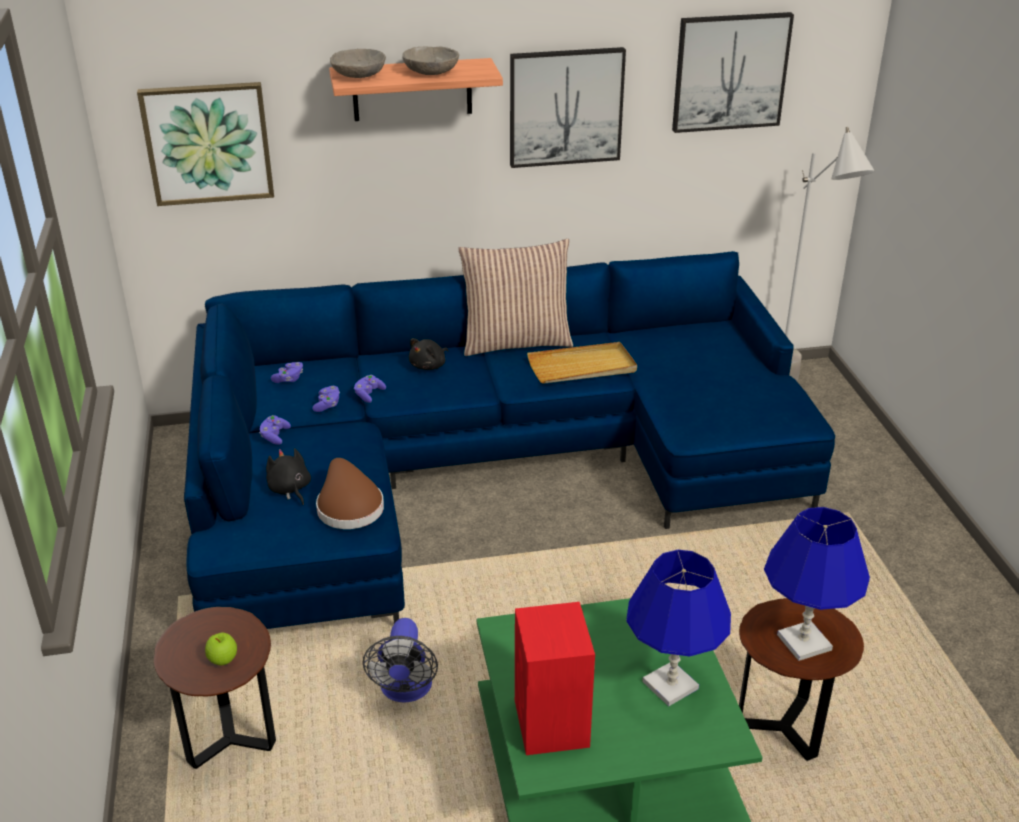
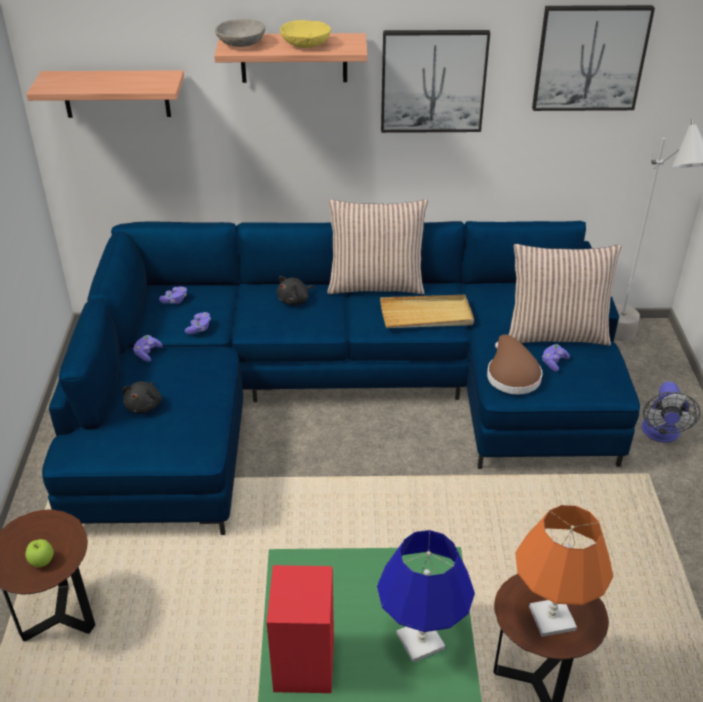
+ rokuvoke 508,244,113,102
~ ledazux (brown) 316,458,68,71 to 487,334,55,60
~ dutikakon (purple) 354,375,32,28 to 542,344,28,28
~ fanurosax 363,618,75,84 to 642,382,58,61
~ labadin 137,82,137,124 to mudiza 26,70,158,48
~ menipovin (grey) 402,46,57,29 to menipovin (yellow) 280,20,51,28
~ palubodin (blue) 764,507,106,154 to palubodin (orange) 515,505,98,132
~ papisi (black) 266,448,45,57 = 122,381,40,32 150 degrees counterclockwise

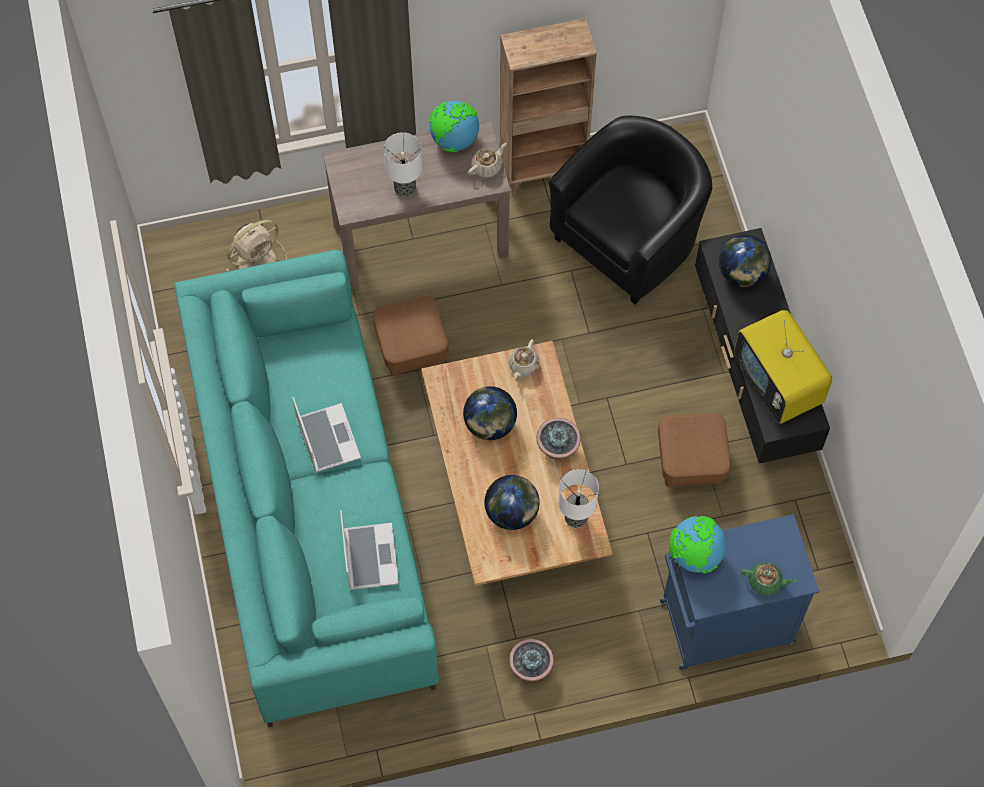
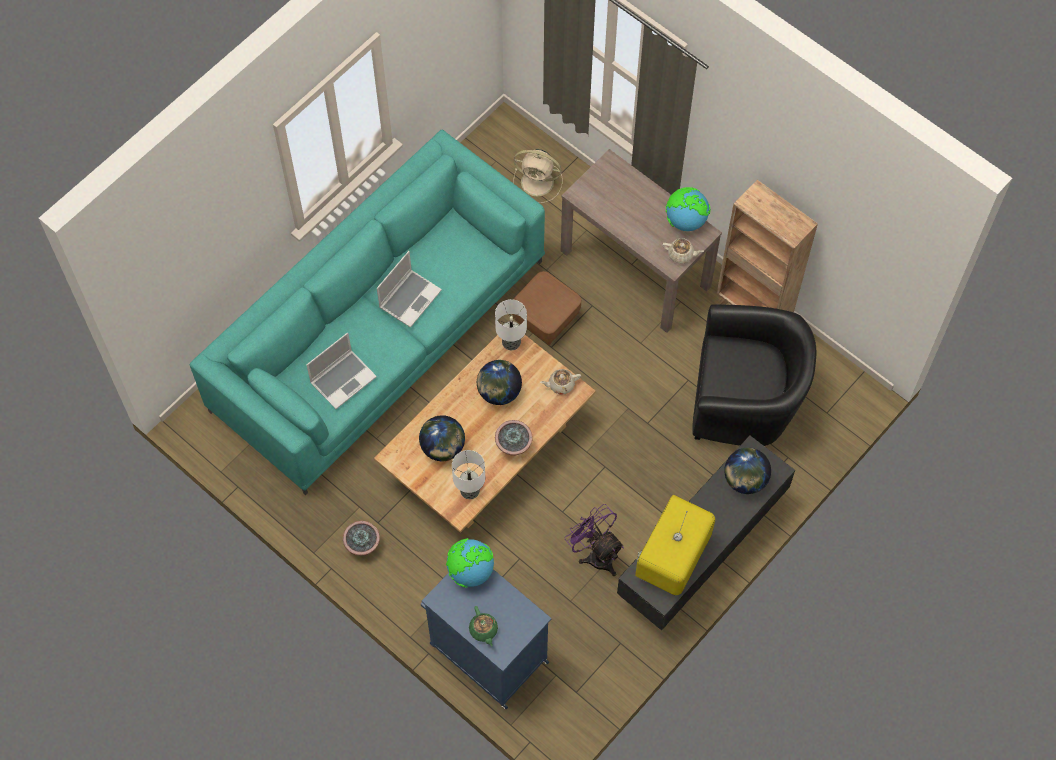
~ palubodin 383,132,39,65 to 495,299,32,51
~ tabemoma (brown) 658,413,73,74 to fanurosax (purple) 565,504,59,72

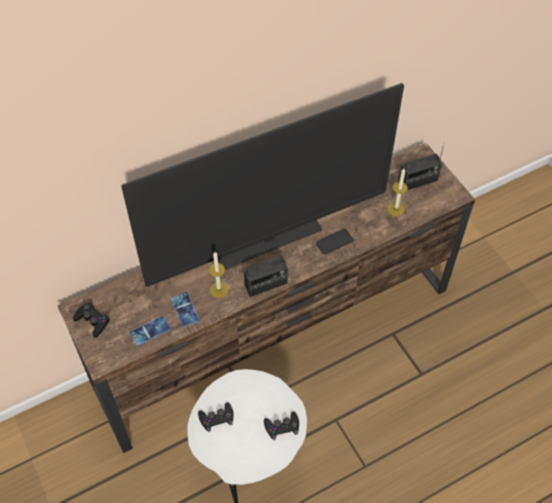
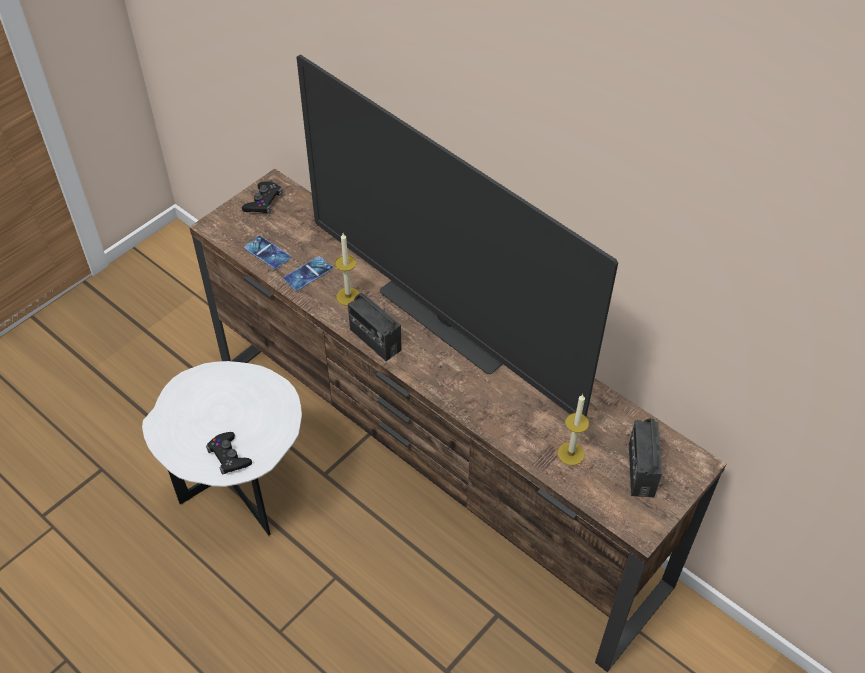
- dutikakon (black) 198,402,36,30
- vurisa 316,229,37,26
~ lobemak 398,142,47,48 = 629,418,33,79 45 degrees clockwise

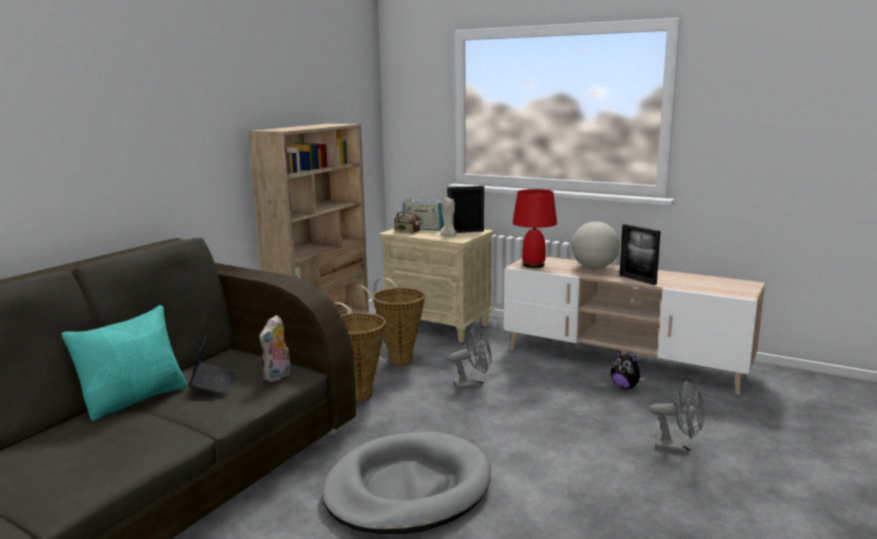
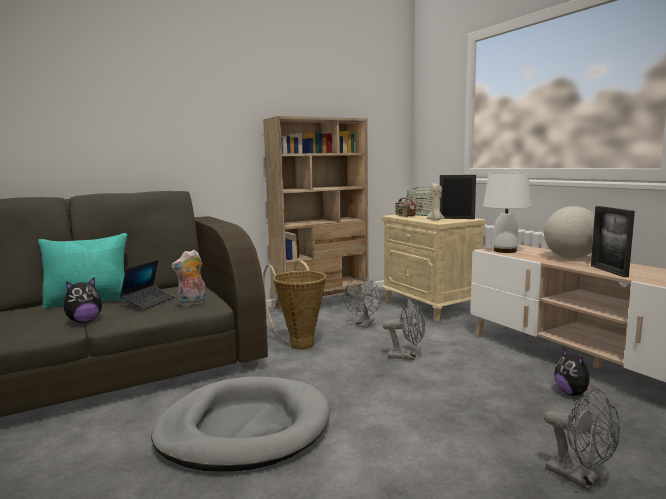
+ papisi 64,277,38,46
~ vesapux 350,278,75,88 to fanurosax (grey) 344,278,37,50
~ palubodin (red) 512,189,45,79 to palubodin (white) 483,173,49,80

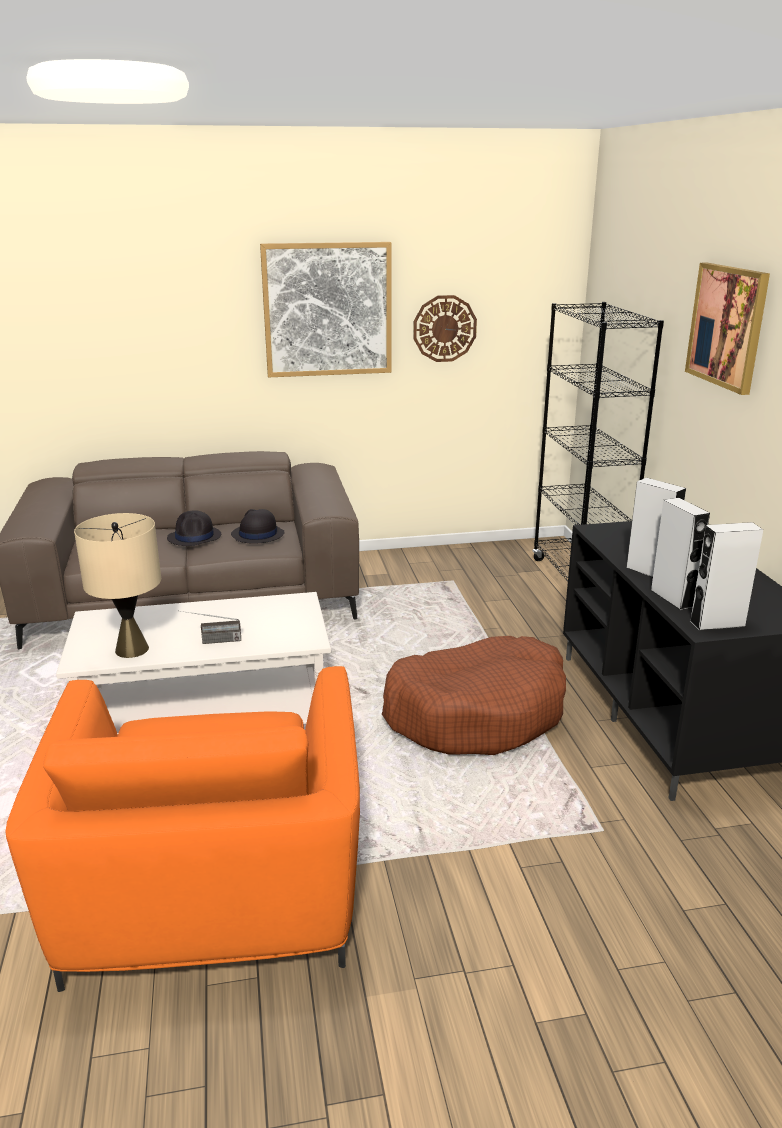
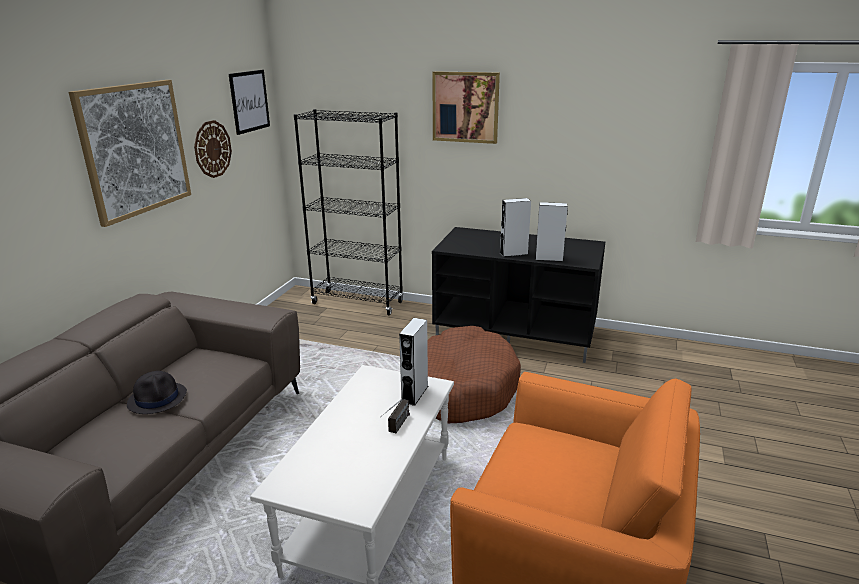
- palubodin (beige) 74,513,87,145
- ledazux (black) 231,509,53,35
+ labadin 229,70,41,65
~ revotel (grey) 689,522,74,109 to 399,318,29,88

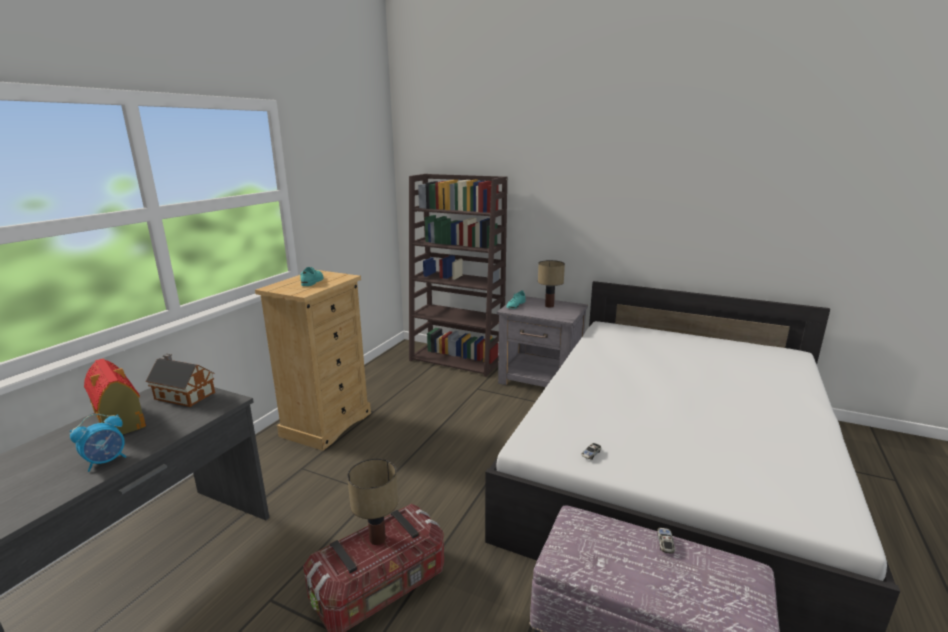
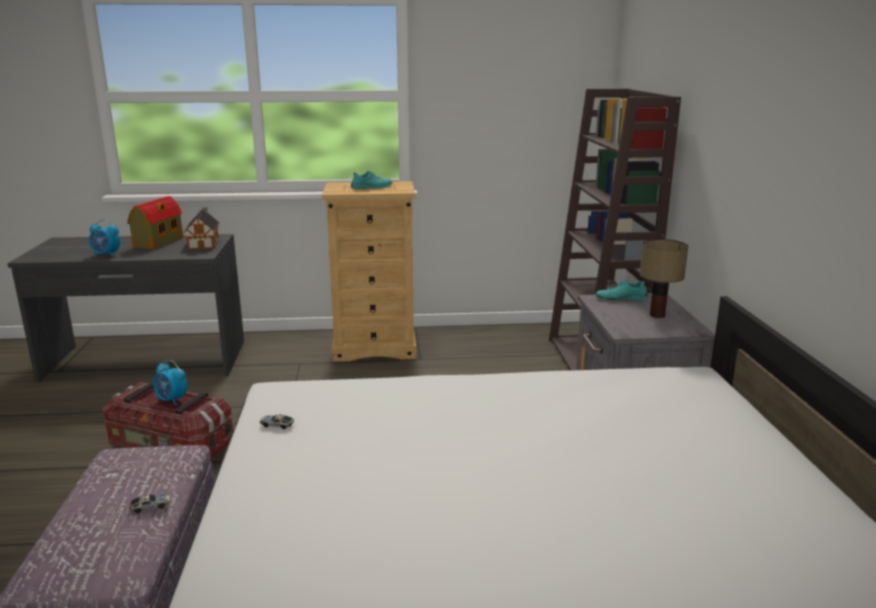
~ palubodin 347,458,51,87 to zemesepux 153,360,34,45

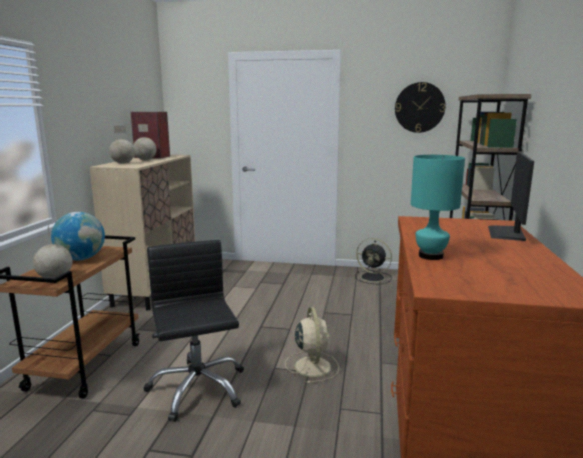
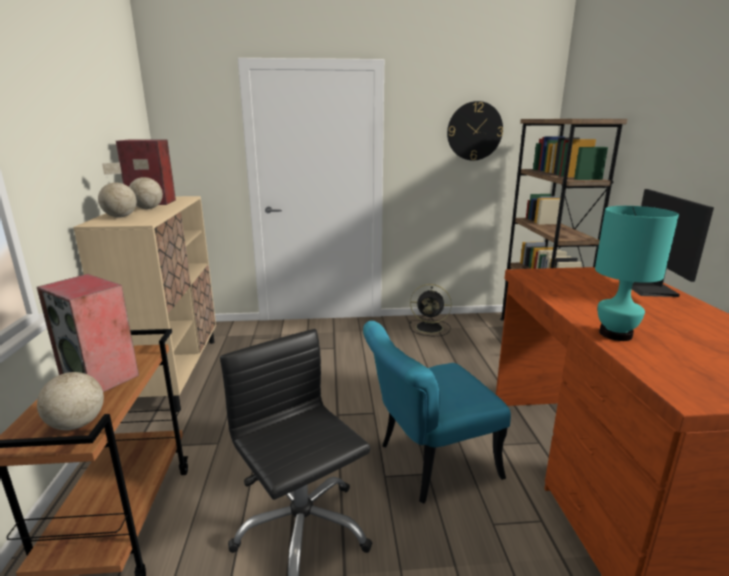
~ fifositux 51,212,54,48 to revotel 37,274,102,118
~ fanurosax (beige) 285,307,54,77 to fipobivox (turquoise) 363,321,148,182

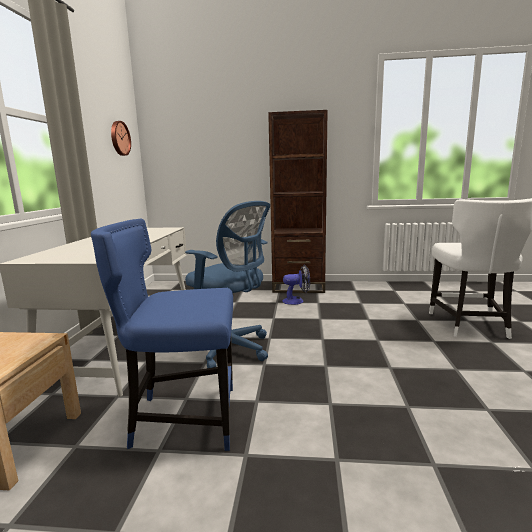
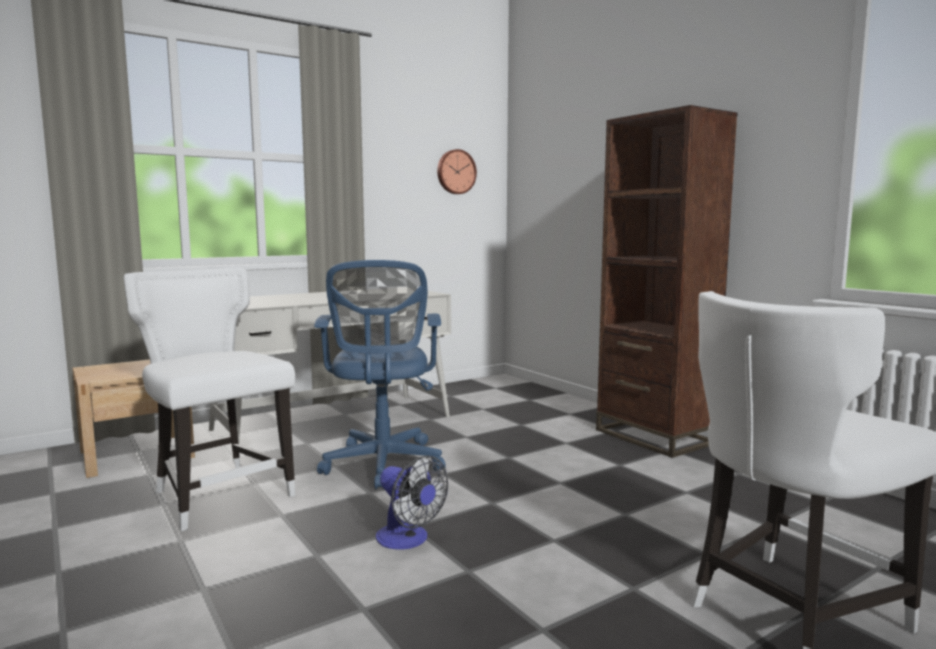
~ fanurosax 282,265,28,40 to 376,456,72,93
~ fipobivox (blue) 91,219,142,232 to fipobivox (white) 124,268,172,263

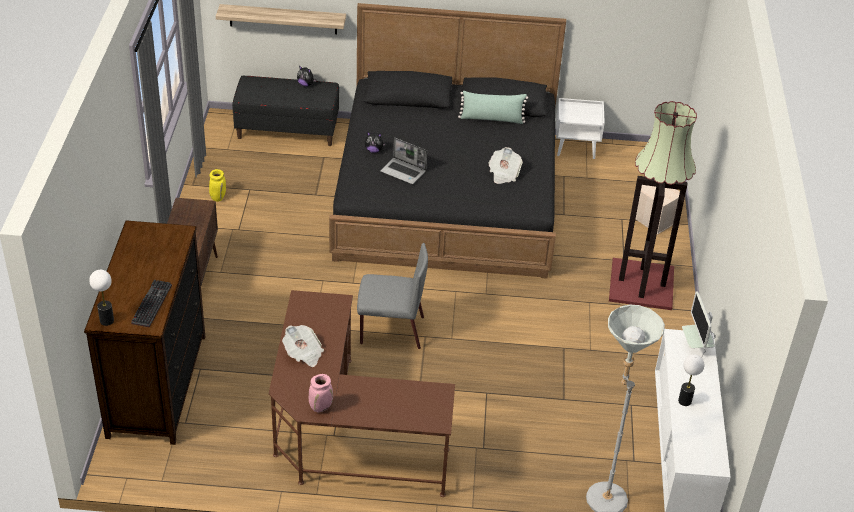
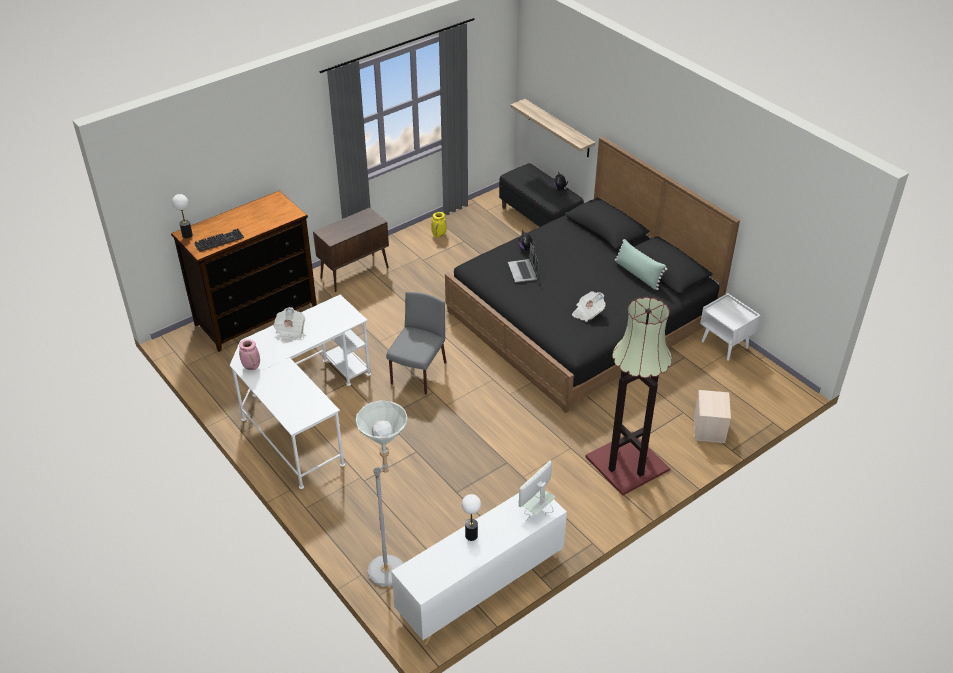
~ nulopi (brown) 269,290,186,207 to nulopi (white) 230,295,141,194
~ fipobivox (grey) 357,243,71,106 = 386,292,61,103 120 degrees counterclockwise

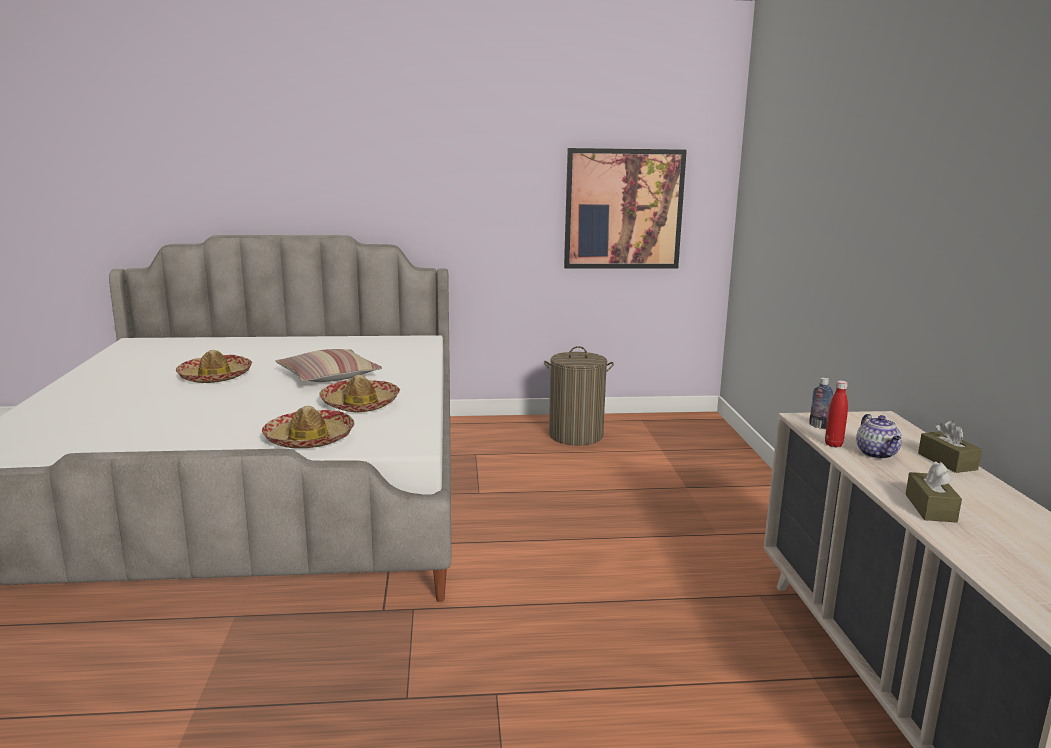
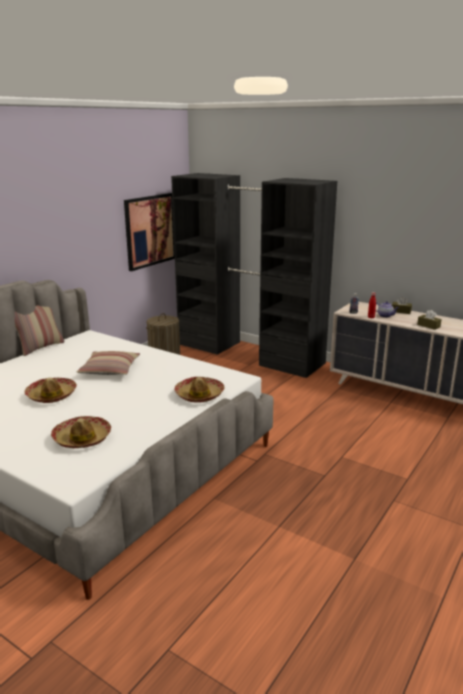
+ rokuvoke 15,305,49,51
+ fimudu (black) 171,173,166,205
~ ledazux 319,375,81,37 to 51,416,60,32

